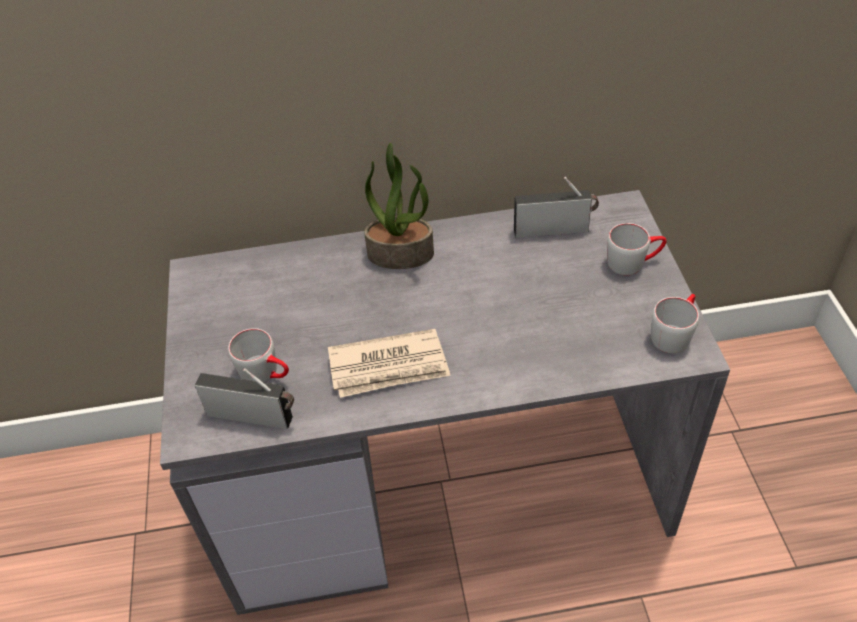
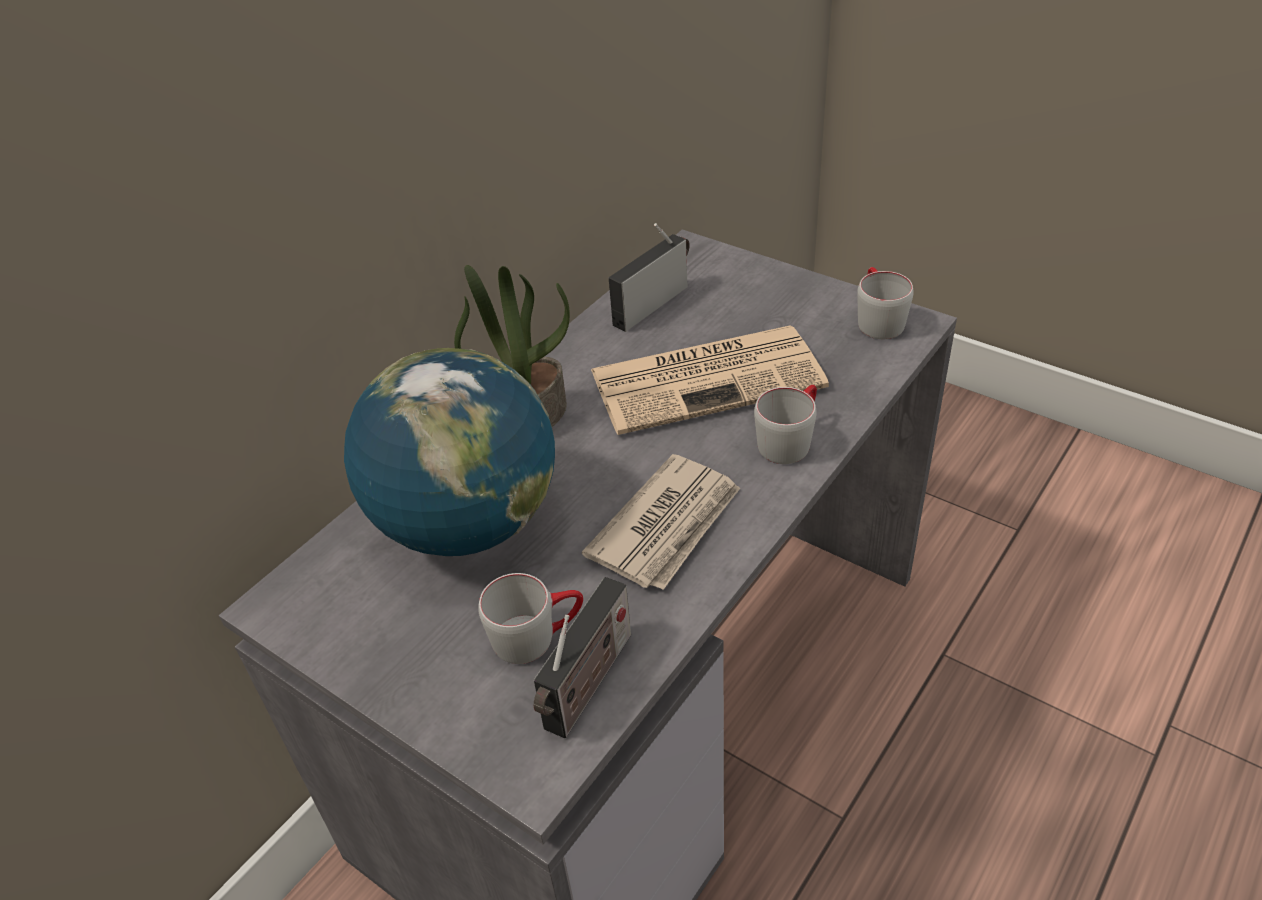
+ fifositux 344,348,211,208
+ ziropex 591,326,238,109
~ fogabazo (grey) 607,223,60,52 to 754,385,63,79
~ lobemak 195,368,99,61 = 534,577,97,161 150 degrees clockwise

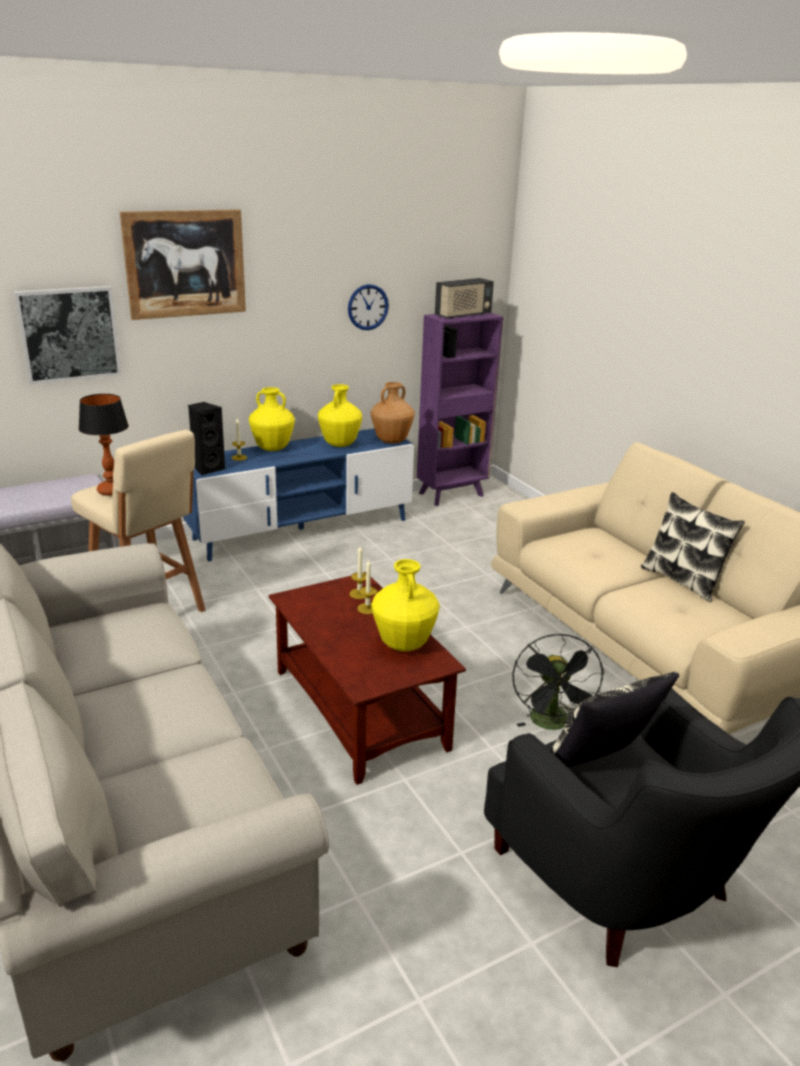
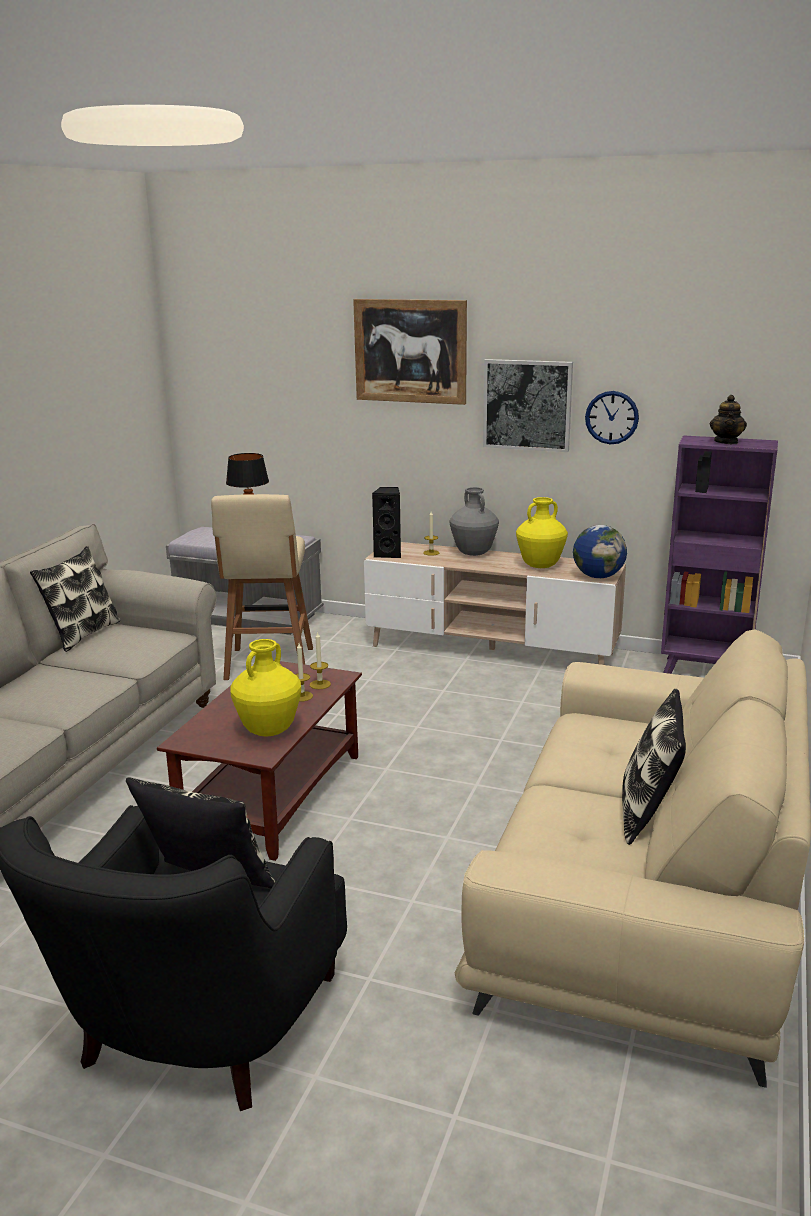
- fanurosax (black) 512,634,93,96
+ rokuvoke 30,546,90,106
~ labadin 14,286,108,99 to 483,359,90,93
~ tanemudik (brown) 371,382,44,62 to fifositux 573,525,54,53
~ lobemak 435,278,59,41 to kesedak 710,395,37,49
~ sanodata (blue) 183,429,231,133 to sanodata (beige) 364,542,262,123
~ tanemudik (yellow) 249,387,46,64 to tanemudik (grey) 450,487,49,69

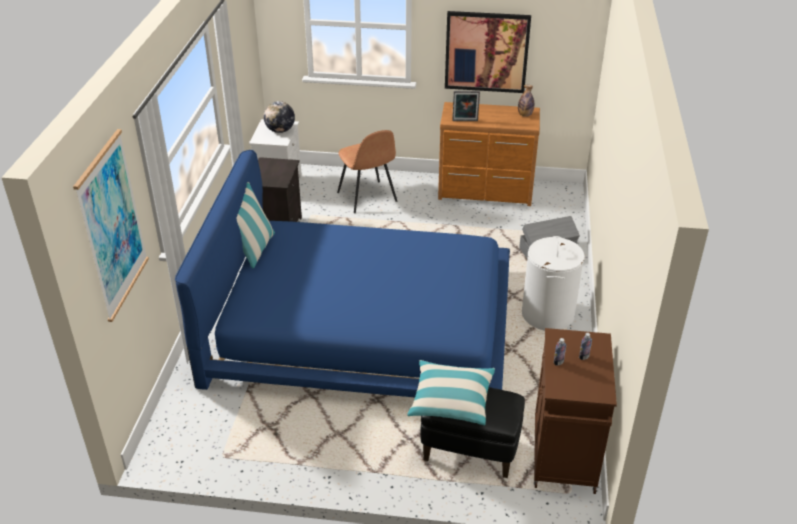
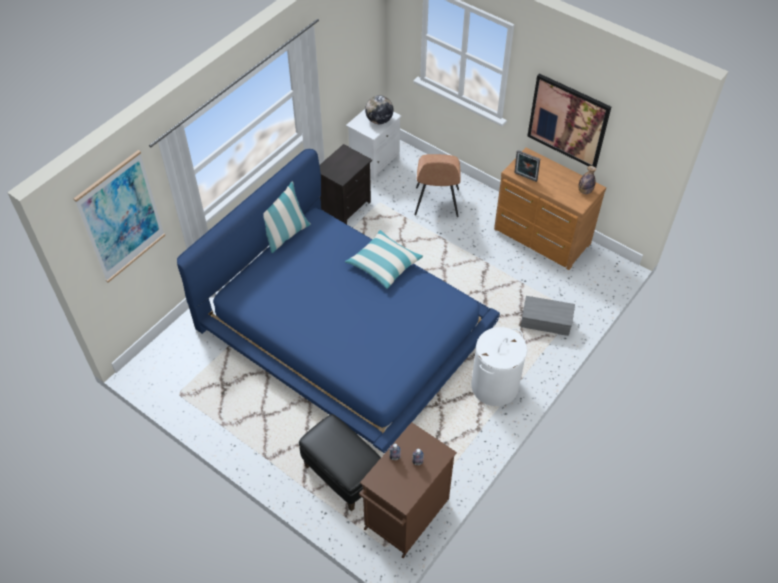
~ rokuvoke 407,360,88,65 to 345,229,78,60

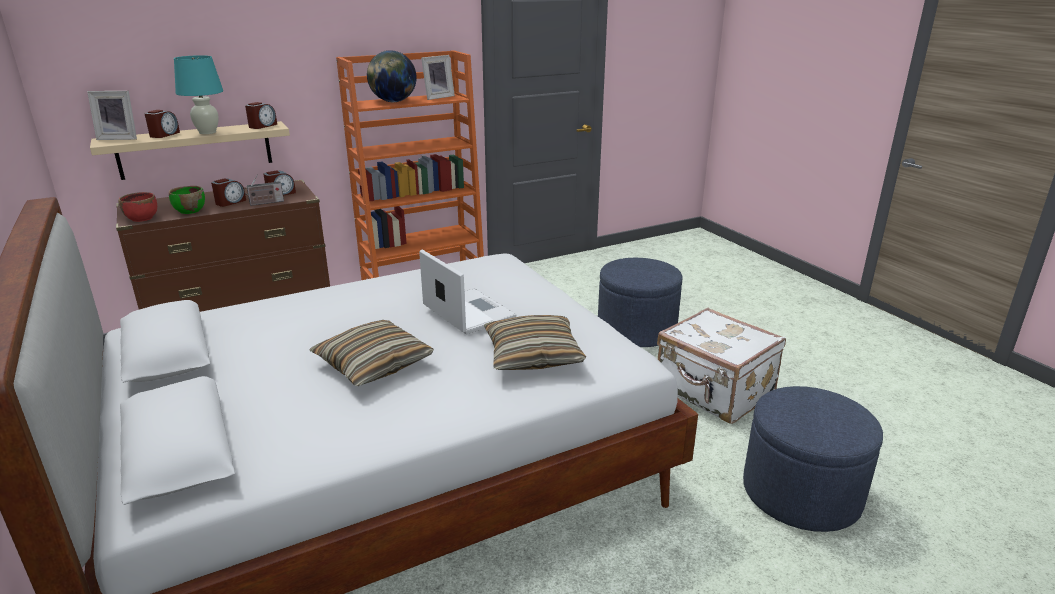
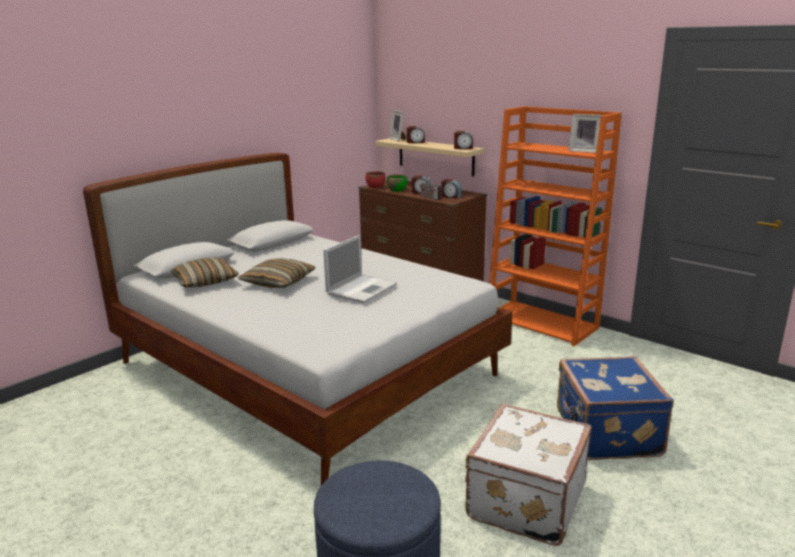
- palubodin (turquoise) 174,55,49,79
- fifositux 367,50,50,52
~ rokuvoke 484,315,102,55 to 171,258,68,30
~ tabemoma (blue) 598,258,84,89 to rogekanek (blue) 557,356,117,104

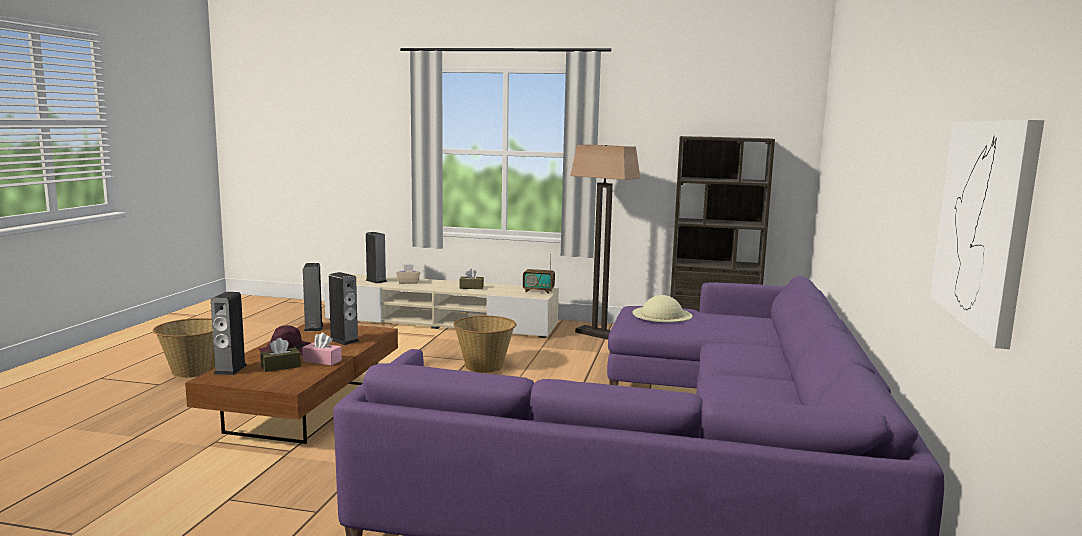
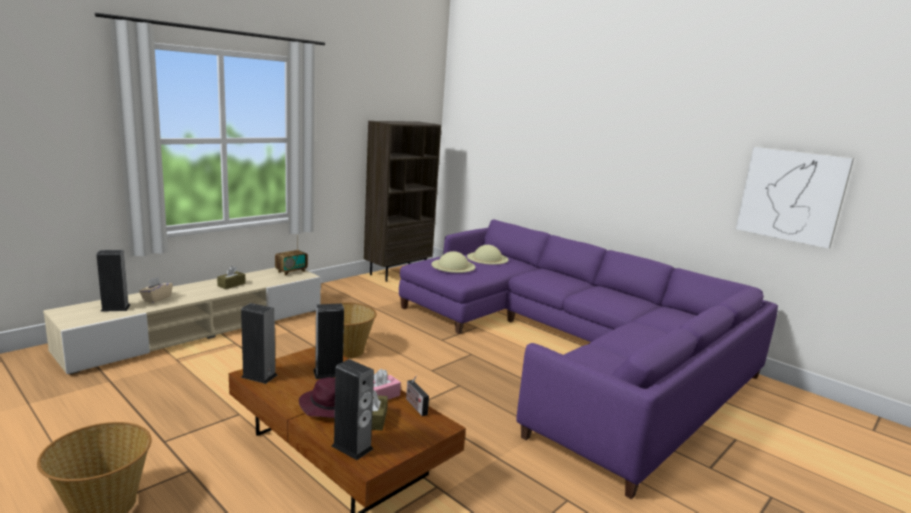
- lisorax 570,145,70,195
+ lobemak 406,375,23,41
+ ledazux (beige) 467,245,41,20

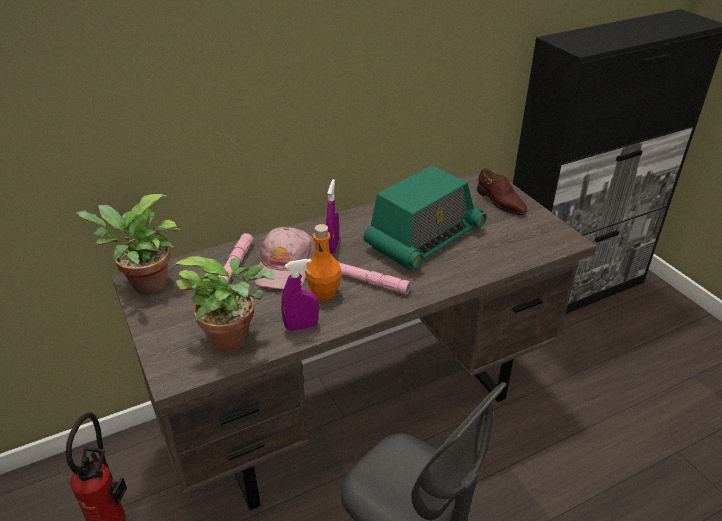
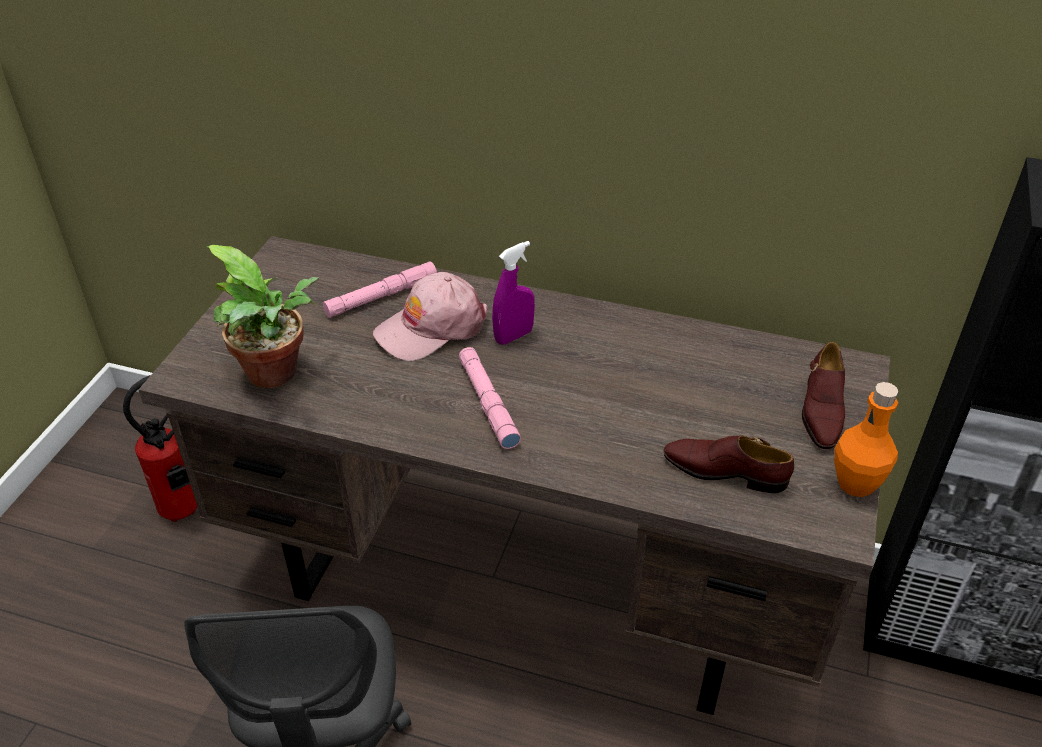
- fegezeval 75,194,106,100
- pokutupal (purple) 281,259,38,72
- lobemak 364,165,123,105
+ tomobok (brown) 664,436,130,57
~ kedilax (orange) 305,224,37,77 to 834,382,64,115

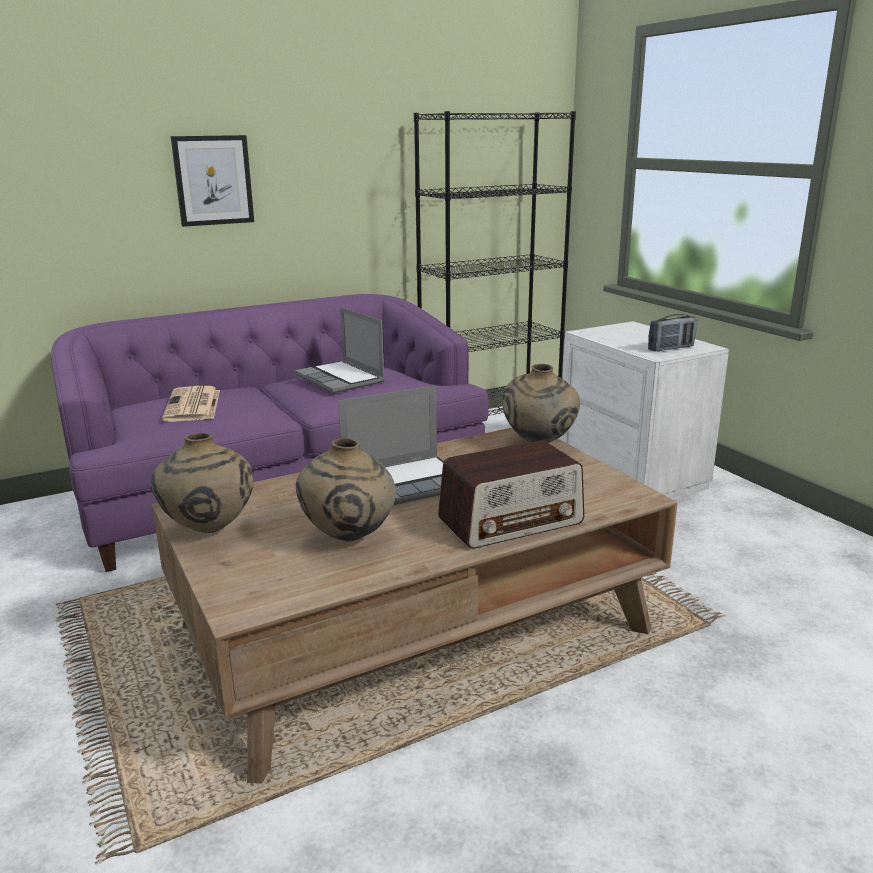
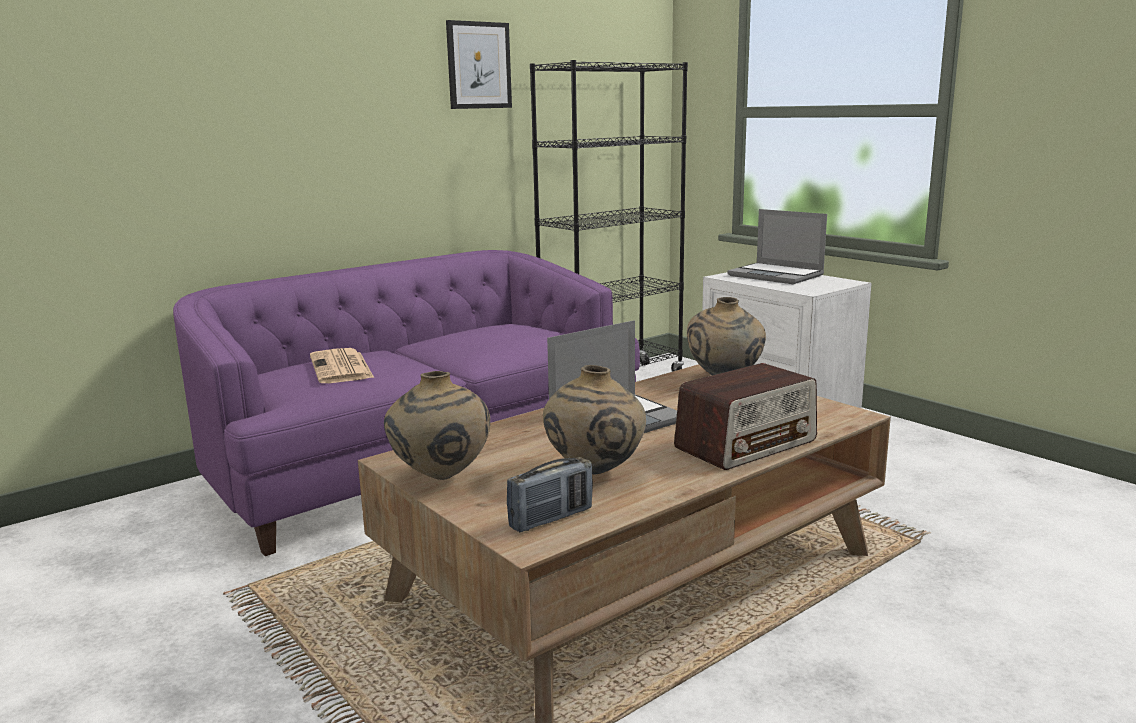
~ labadin 171,135,83,92 to 446,20,66,89
~ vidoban 295,307,90,86 to 727,209,100,75
~ lobemak 648,314,49,38 to 506,457,87,75

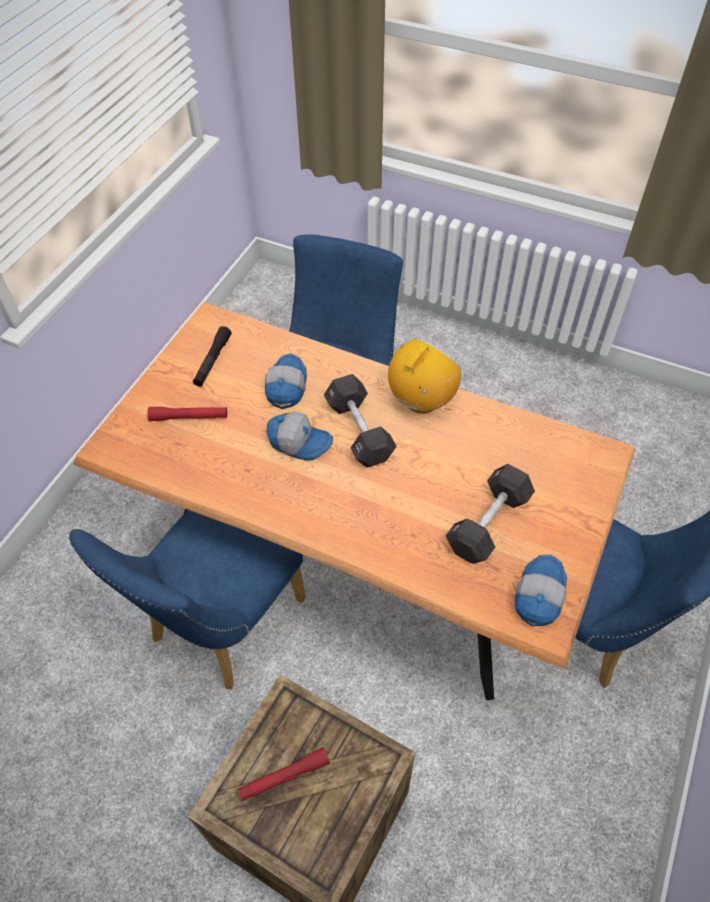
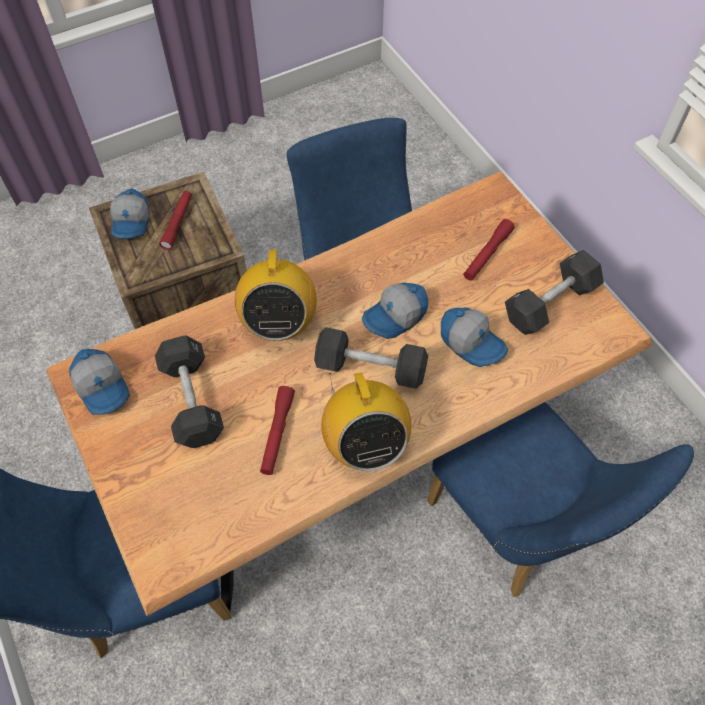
+ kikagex 110,188,40,51
+ lobemak 235,246,82,95
+ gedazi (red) 260,386,35,89
~ gedazi (black) 193,326,39,61 to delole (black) 505,250,99,85

